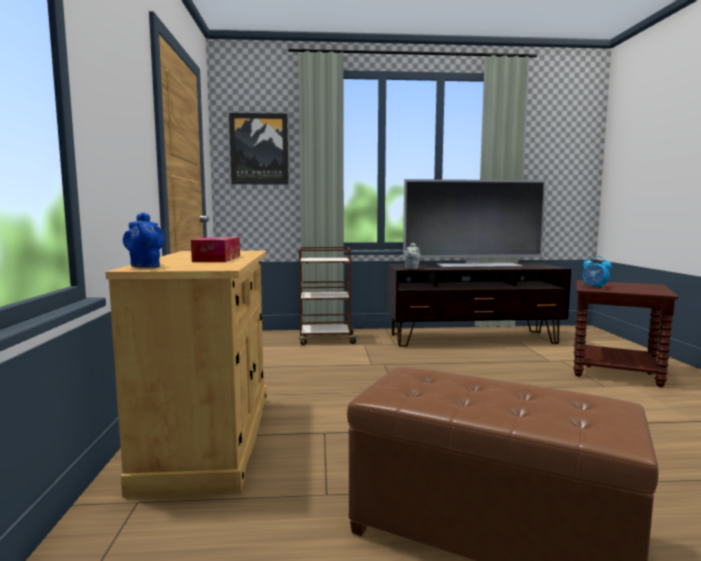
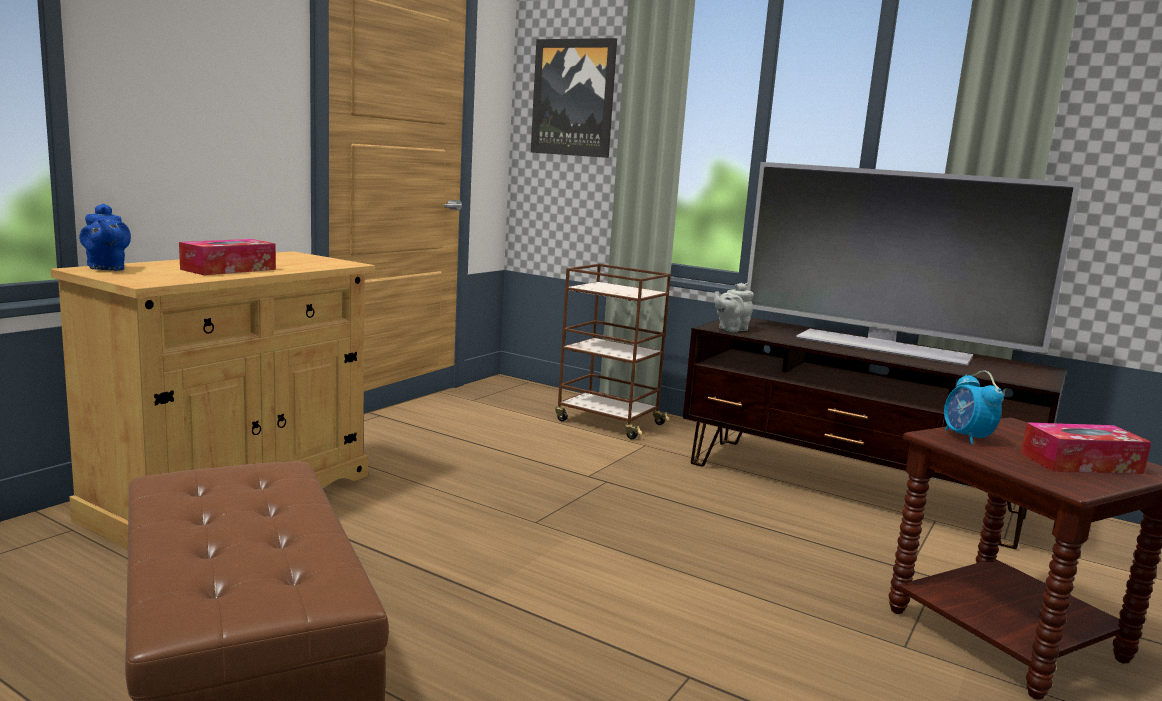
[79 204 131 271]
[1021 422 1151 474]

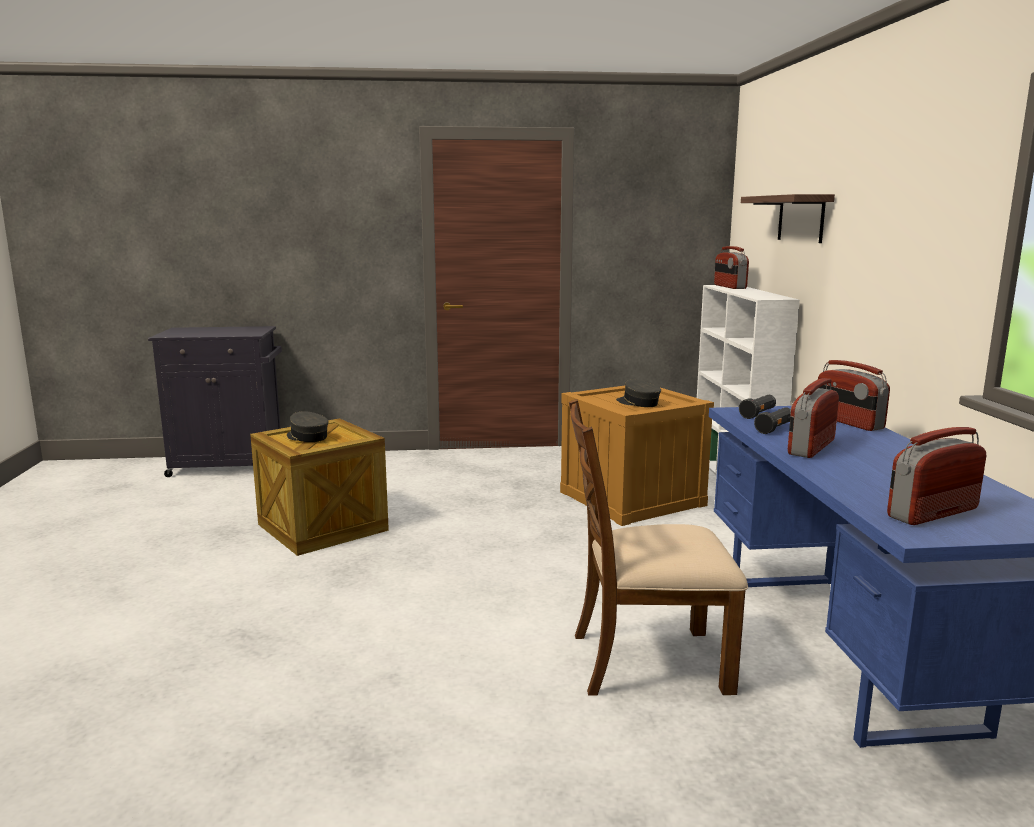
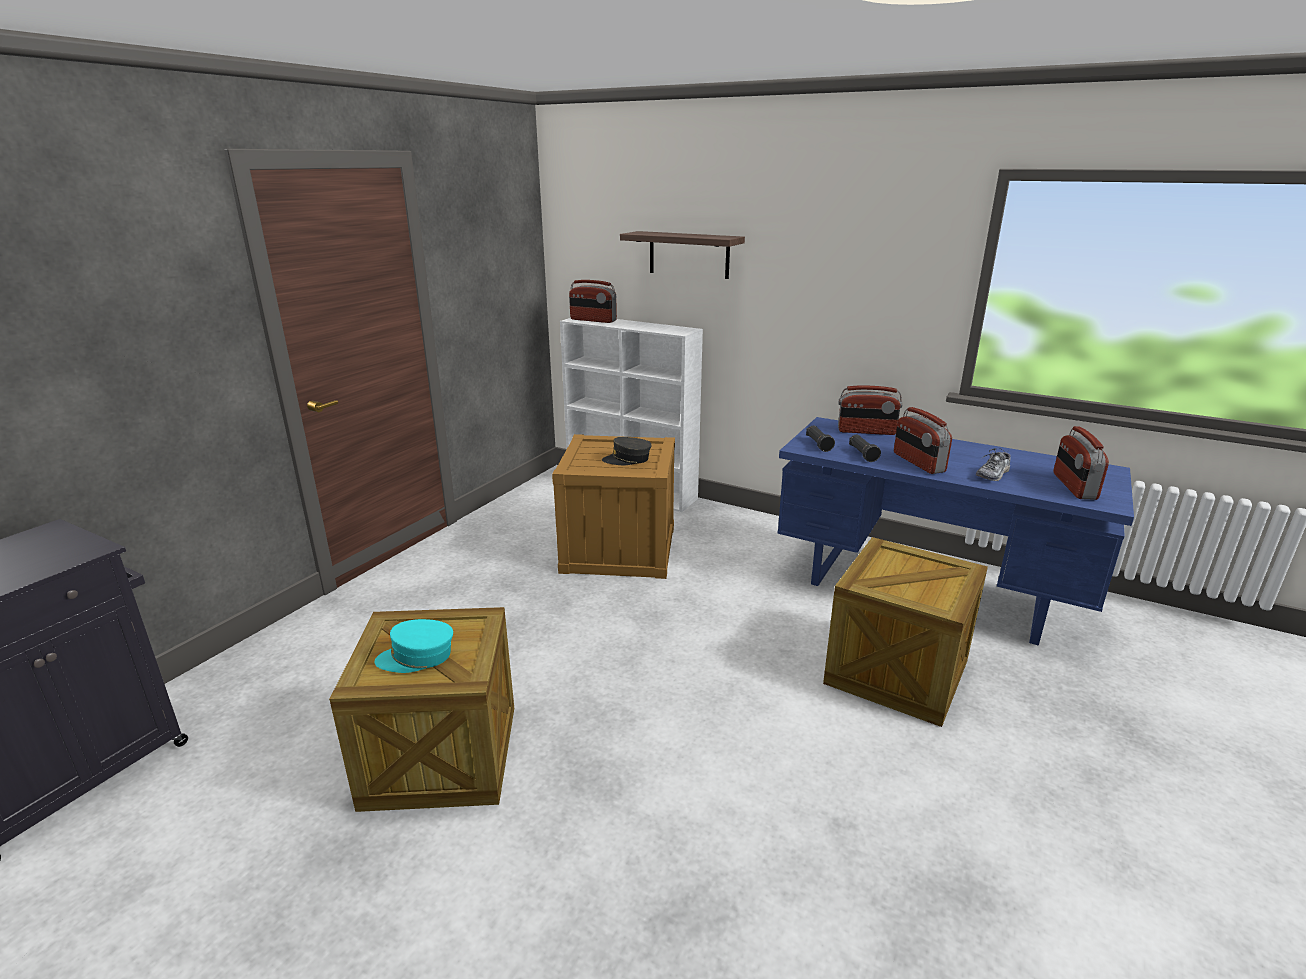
[823 537 988 727]
[375 619 453 673]
[976 448 1011 481]

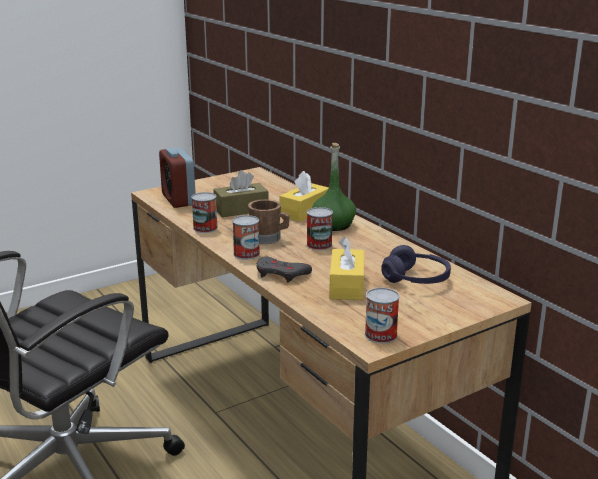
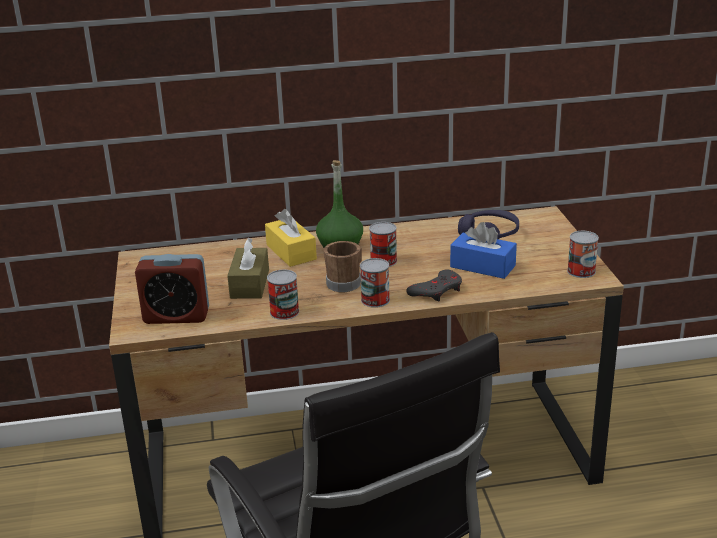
[450 222 517 279]

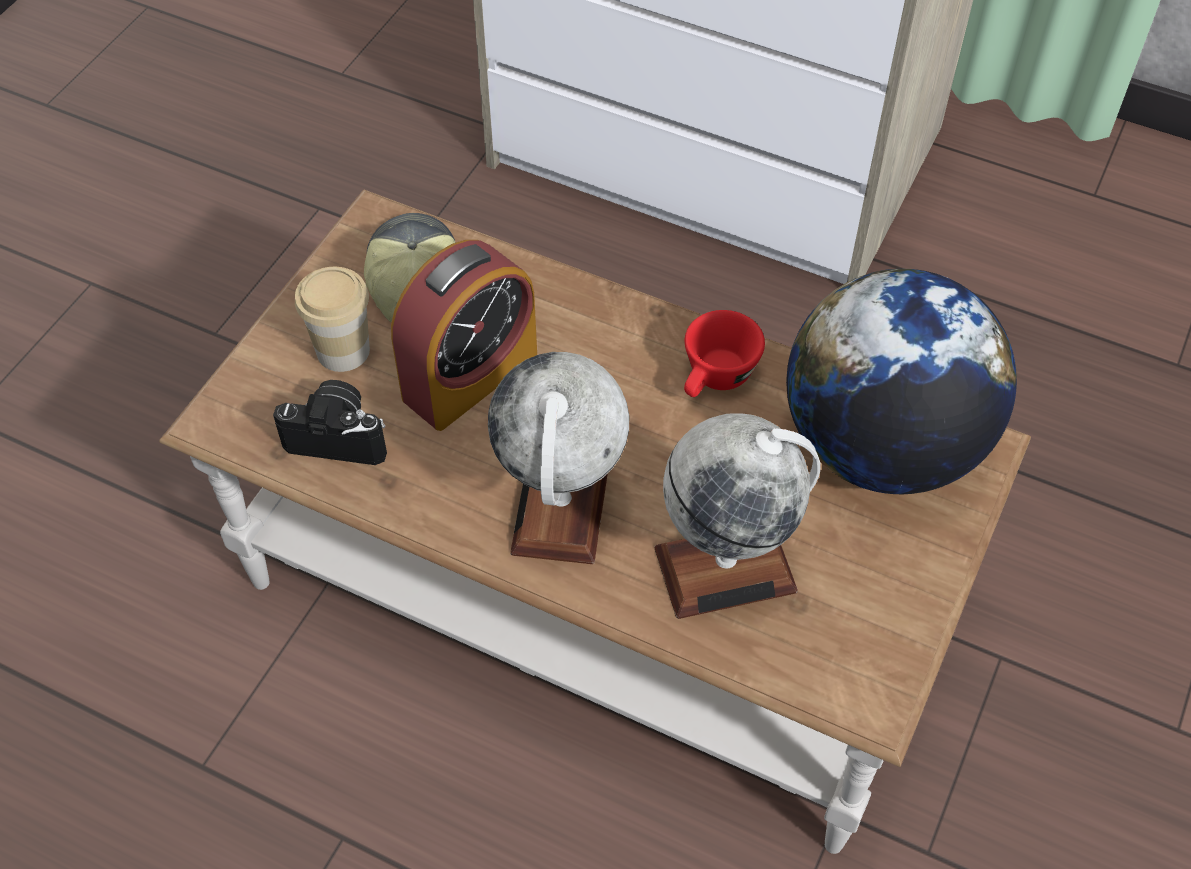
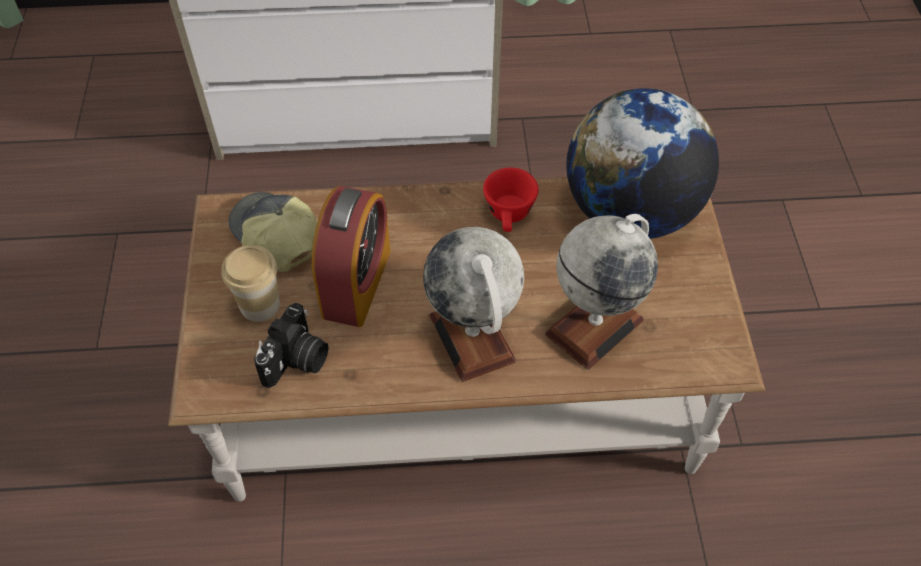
[254 303 329 388]

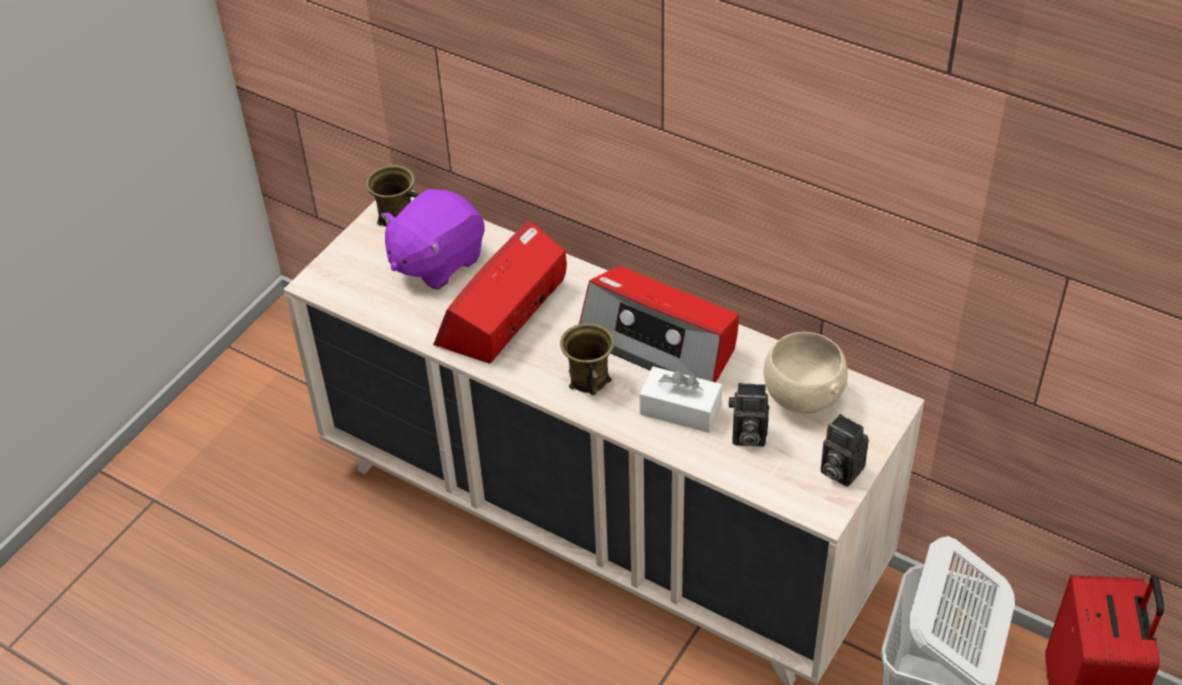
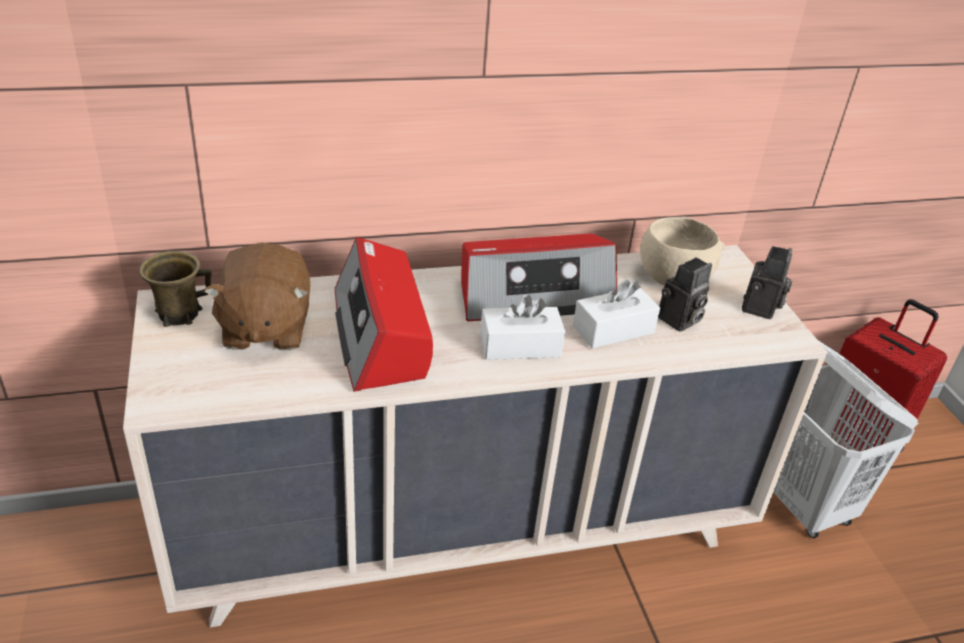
[204 243 310 350]
[480 294 565 360]
[742 246 792 319]

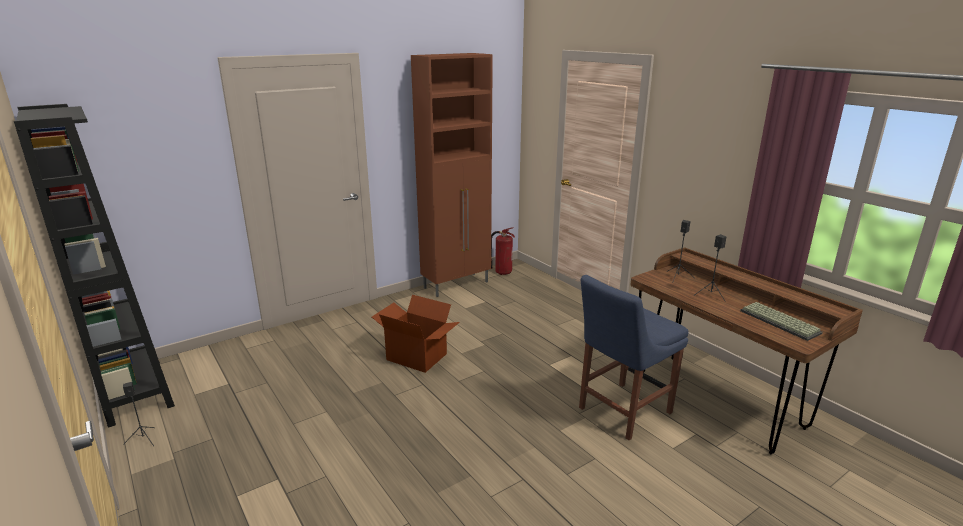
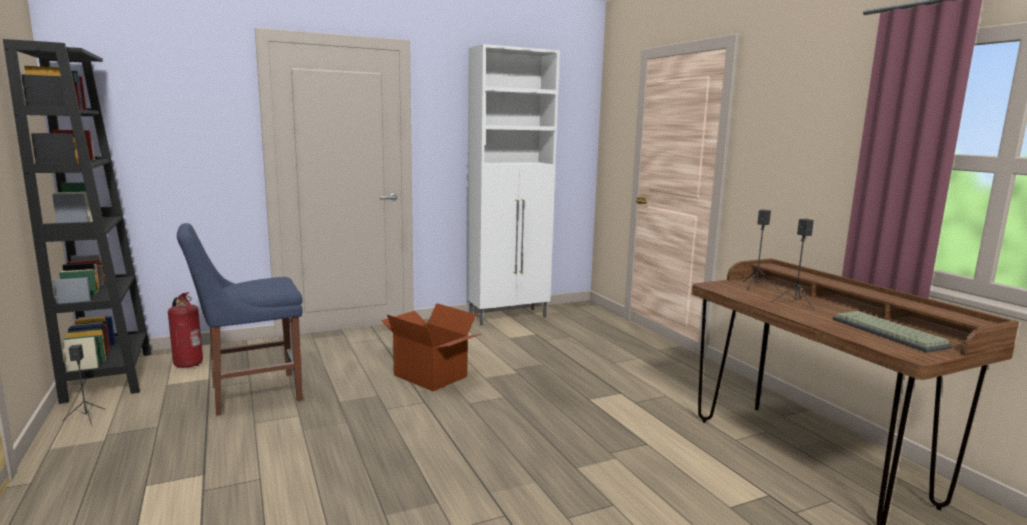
[467 44 560 326]
[168 292 203 368]
[177 223 302 416]

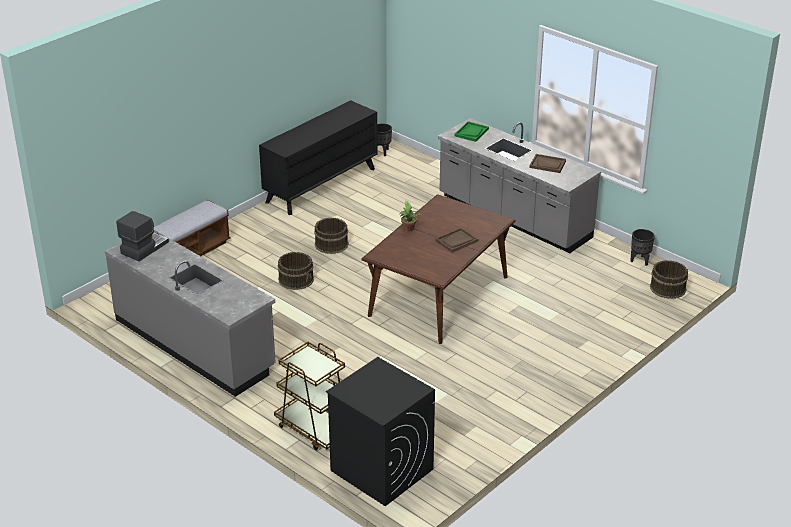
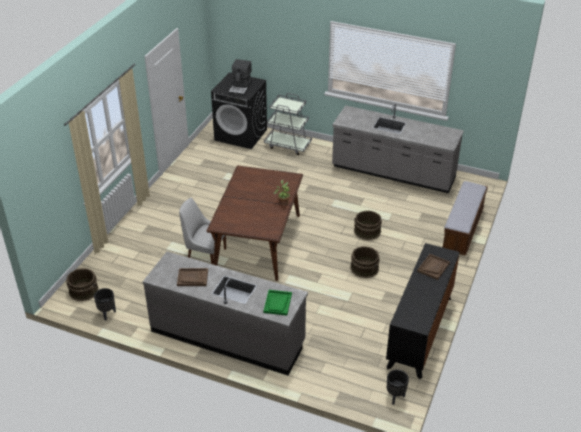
[229 59 252 96]
[417 254 450 280]
[264 93 312 155]
[179 198 226 265]

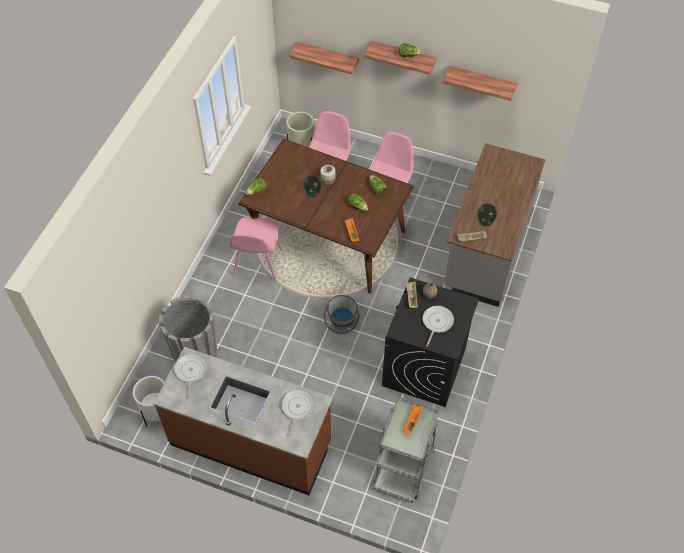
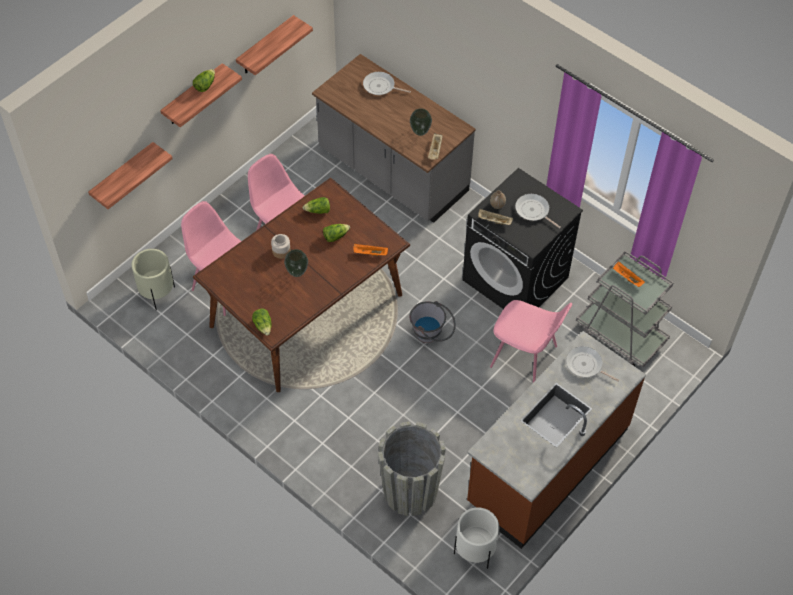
[490 300 572 383]
[363 72 411 95]

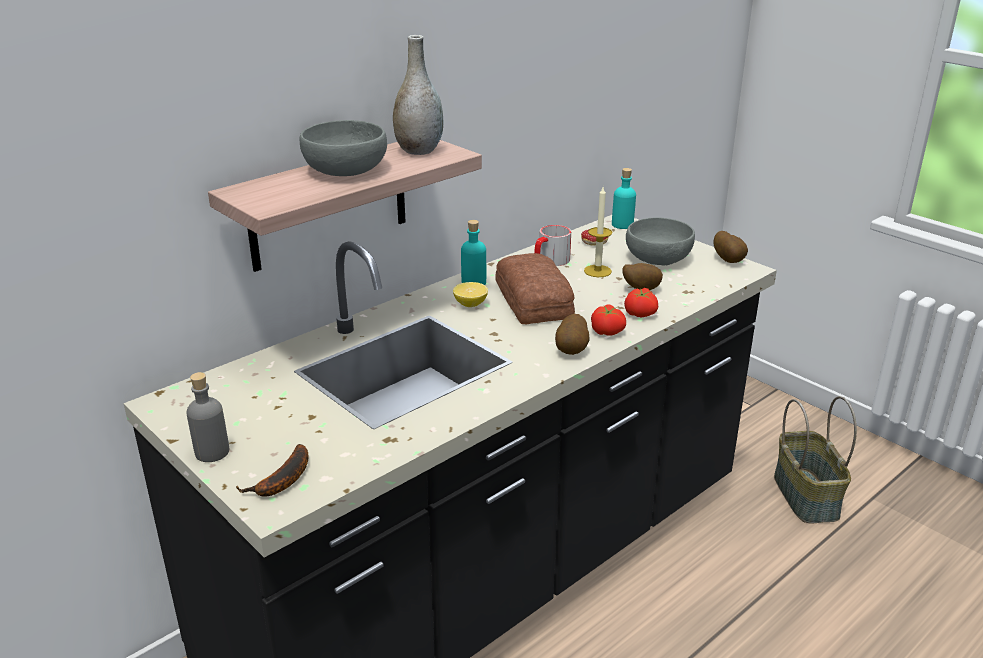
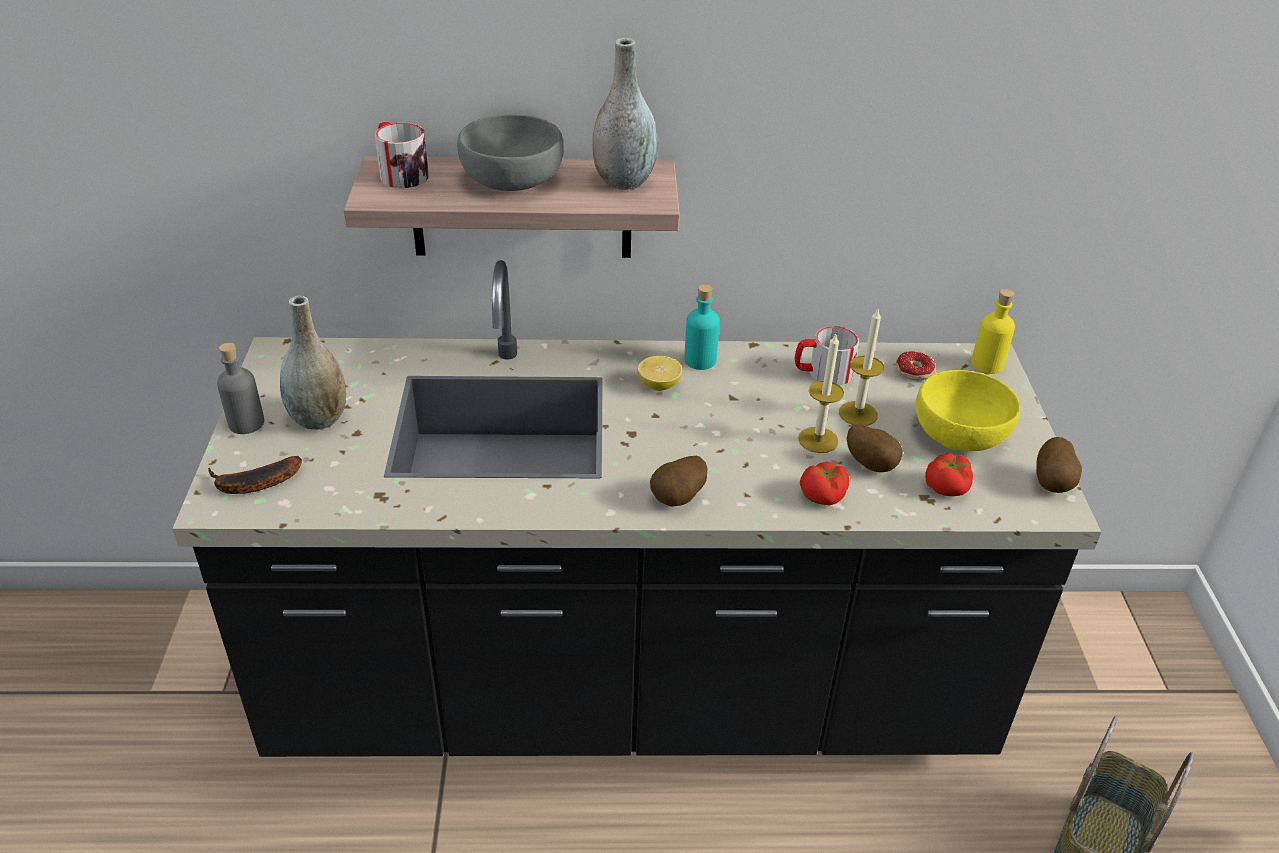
[971 289 1015 374]
[915 370 1020 451]
[495 253 575 324] (first image)
[925 453 973 496]
[375 122 429 188]
[280 296 346 430]
[798 333 844 453]

